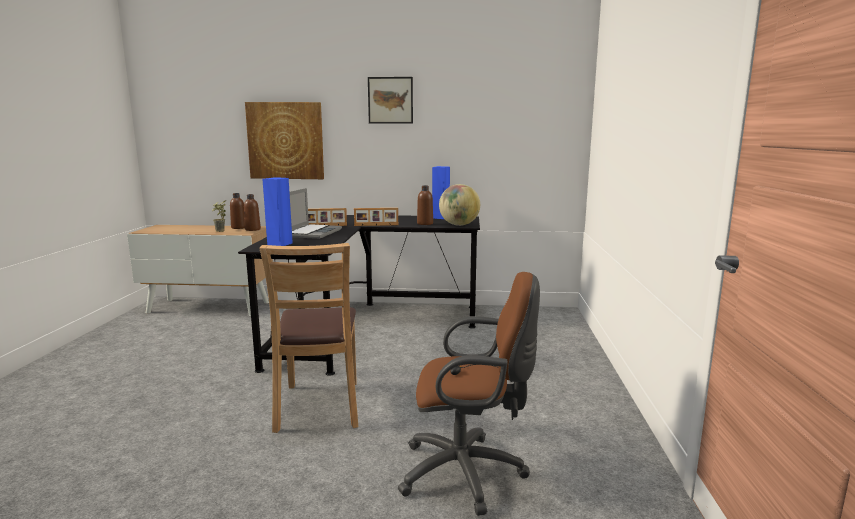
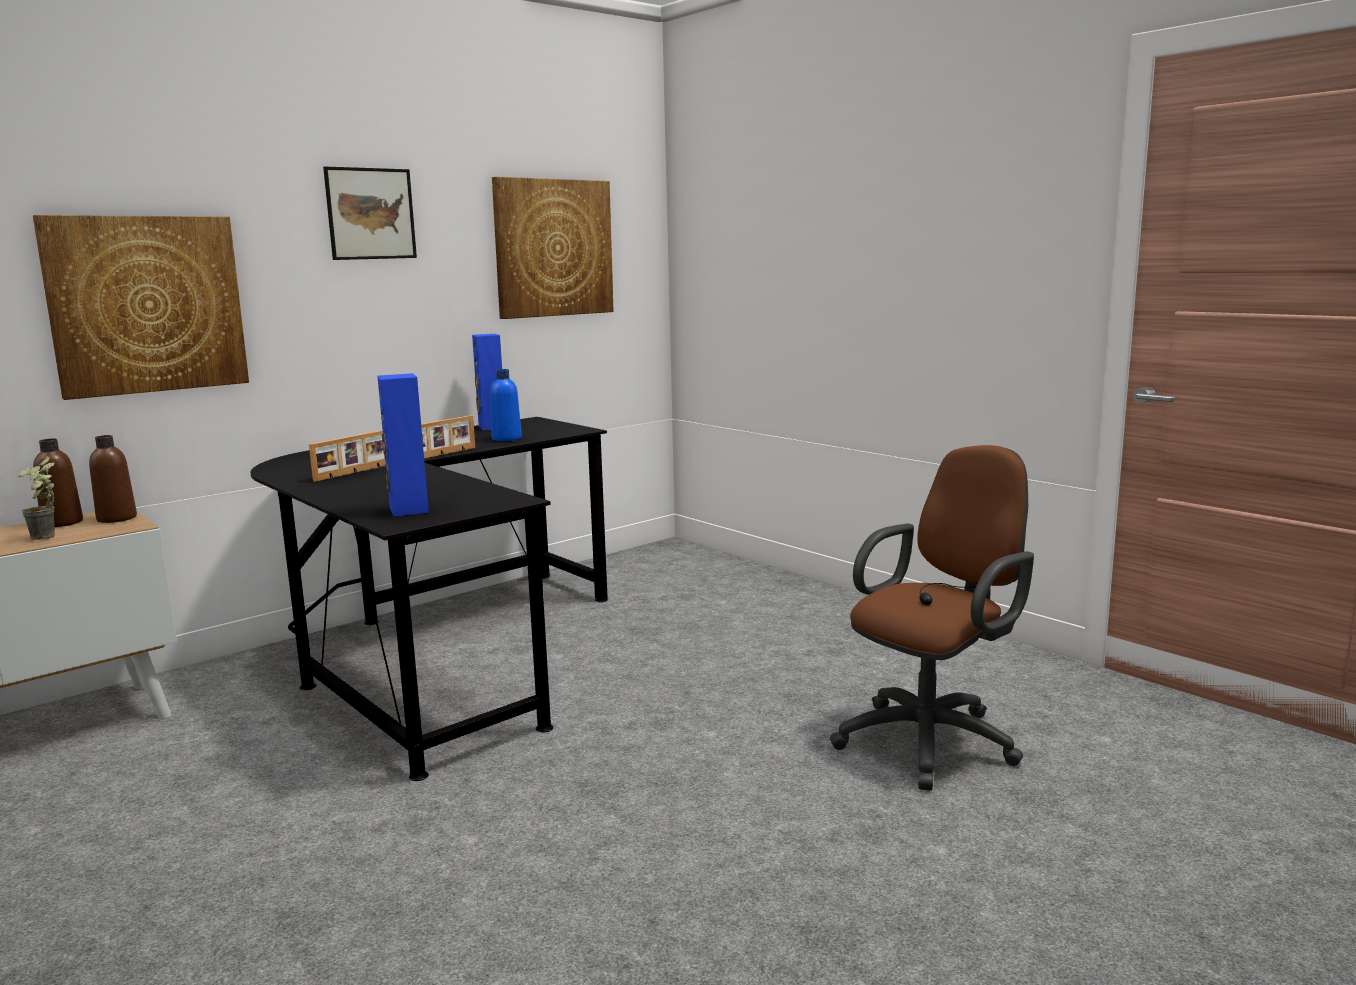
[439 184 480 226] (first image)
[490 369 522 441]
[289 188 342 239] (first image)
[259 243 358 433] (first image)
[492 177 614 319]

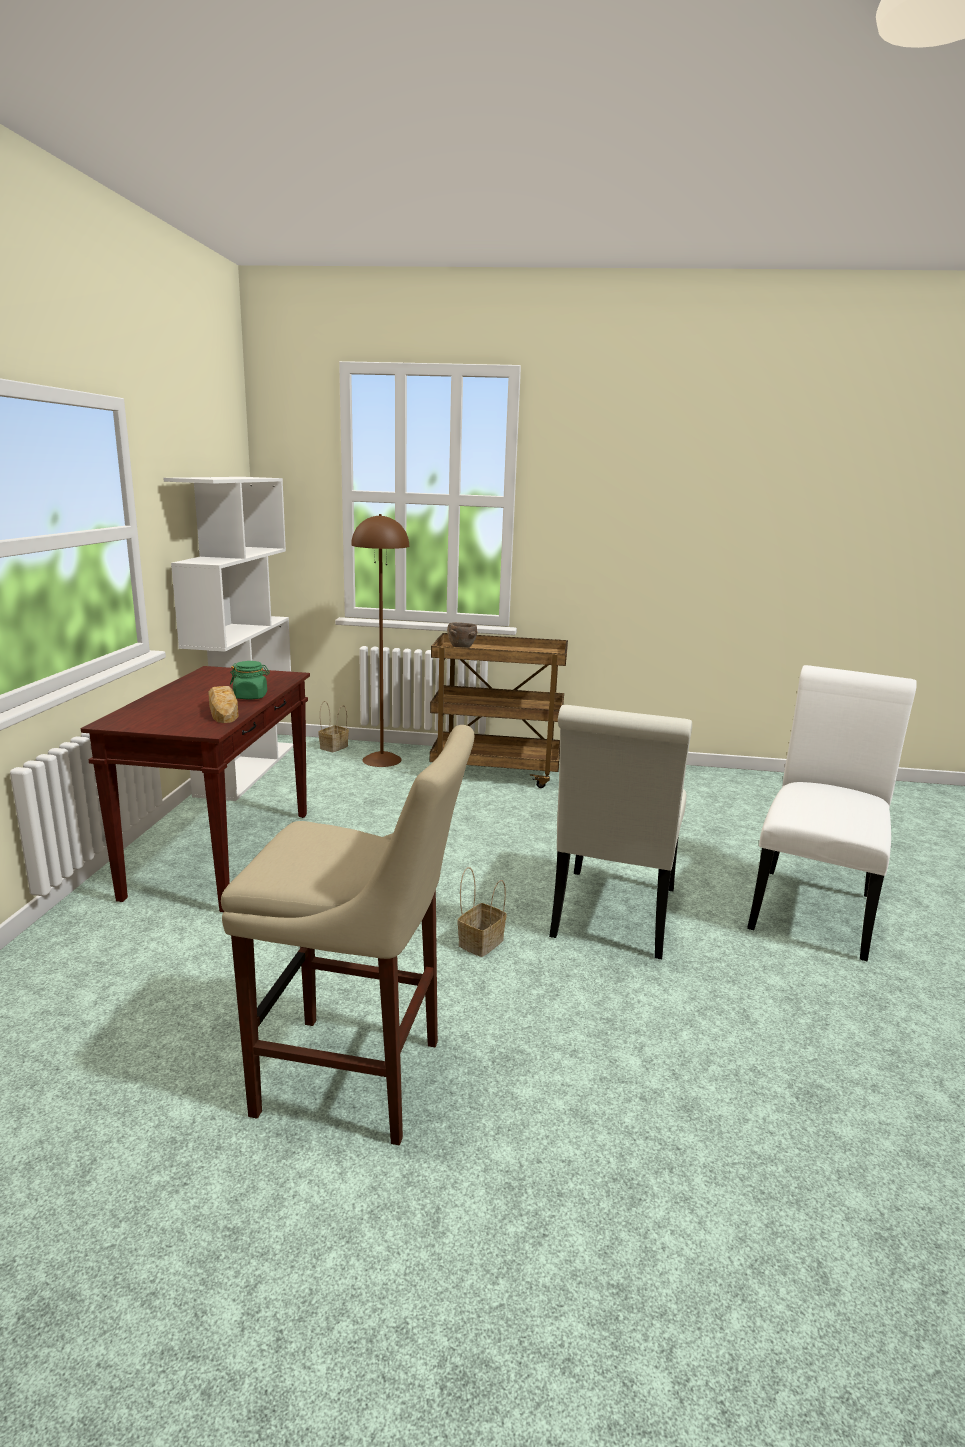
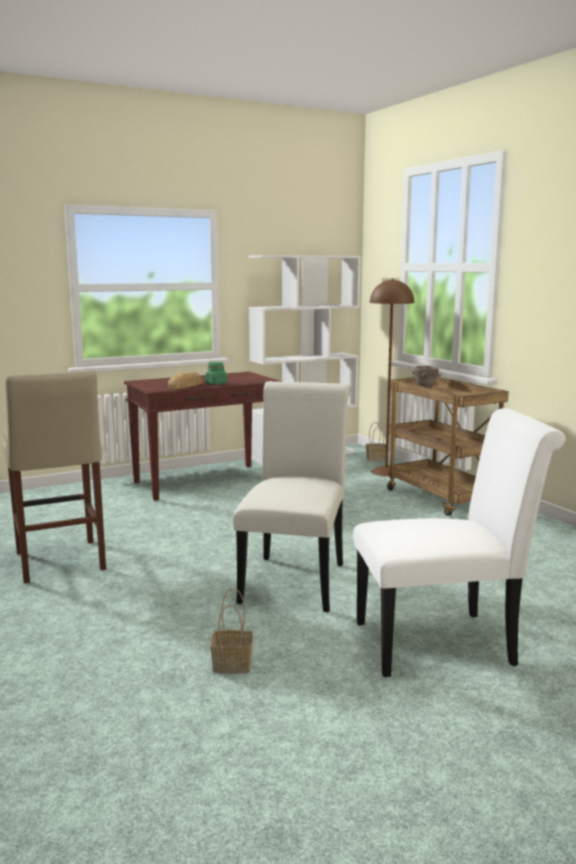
[233 381 350 612]
[211 588 253 673]

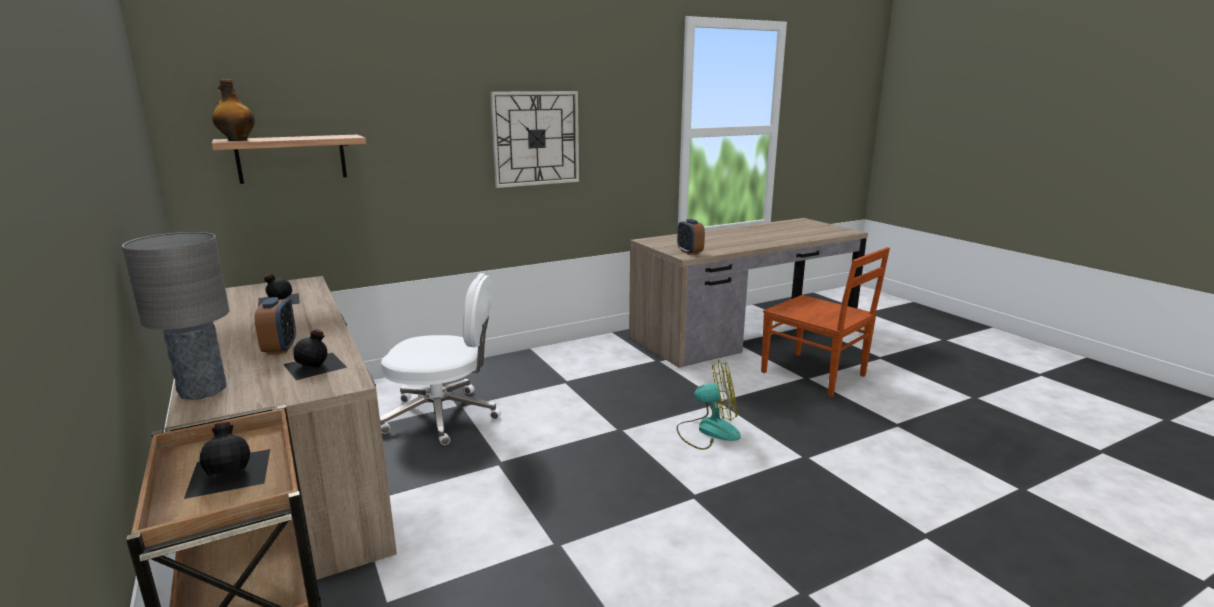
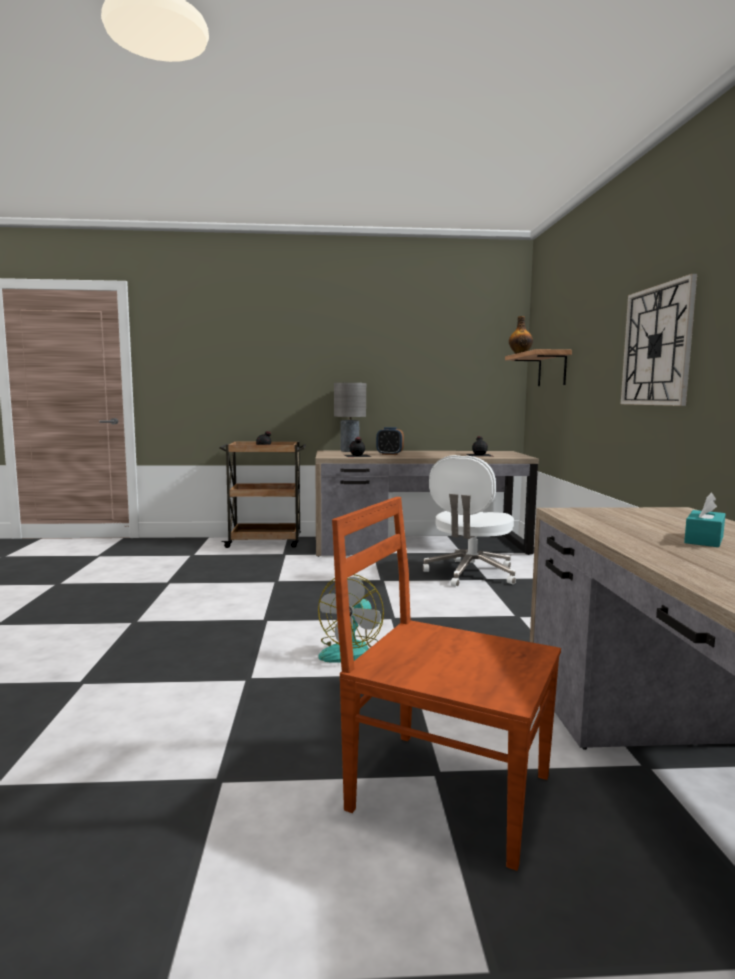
[677 219 705 255] (first image)
[332 497 561 871]
[684 492 726 547]

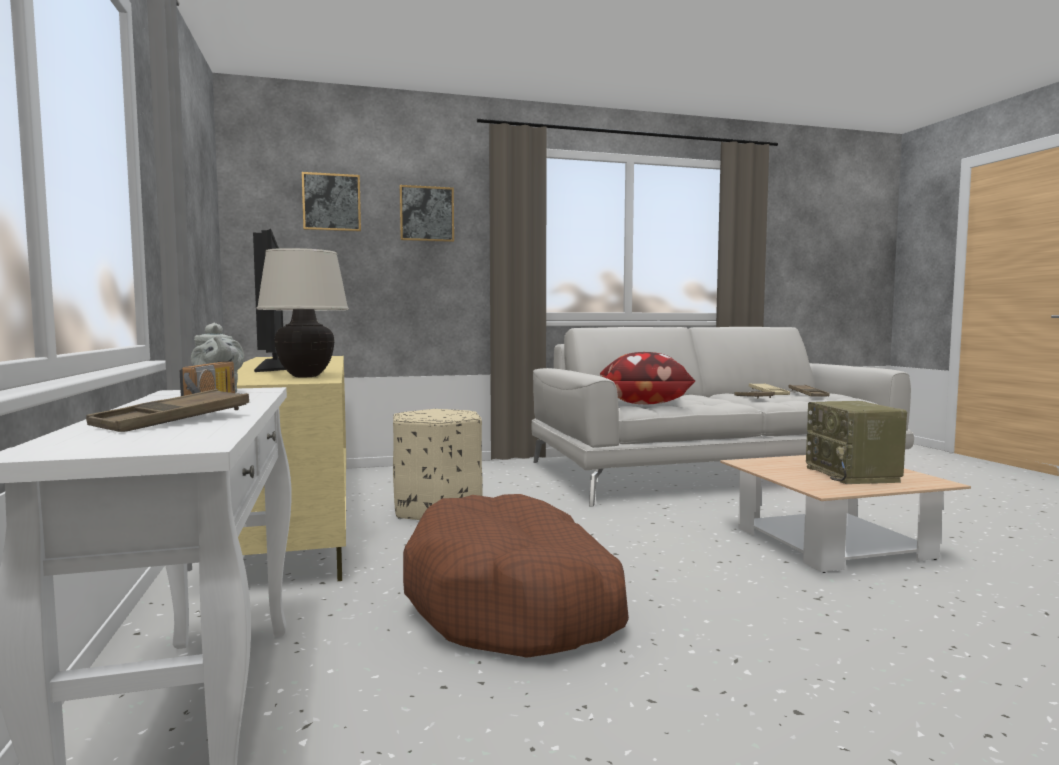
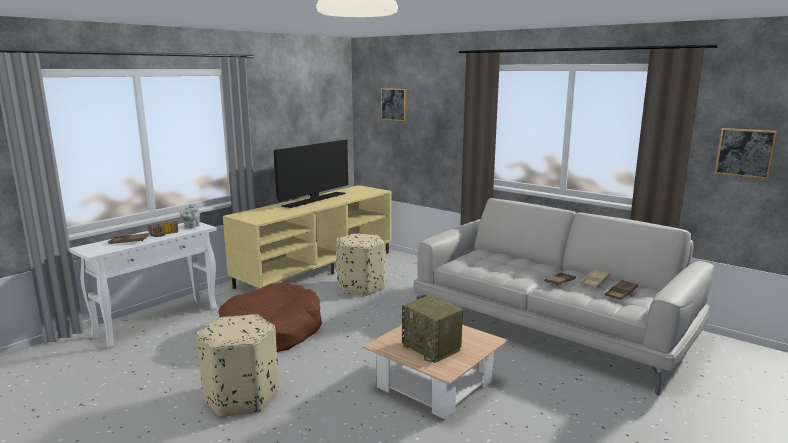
[715 128 777 179]
[256 248 349 377] (first image)
[600 352 695 404] (first image)
[402 295 463 363]
[196 314 279 417]

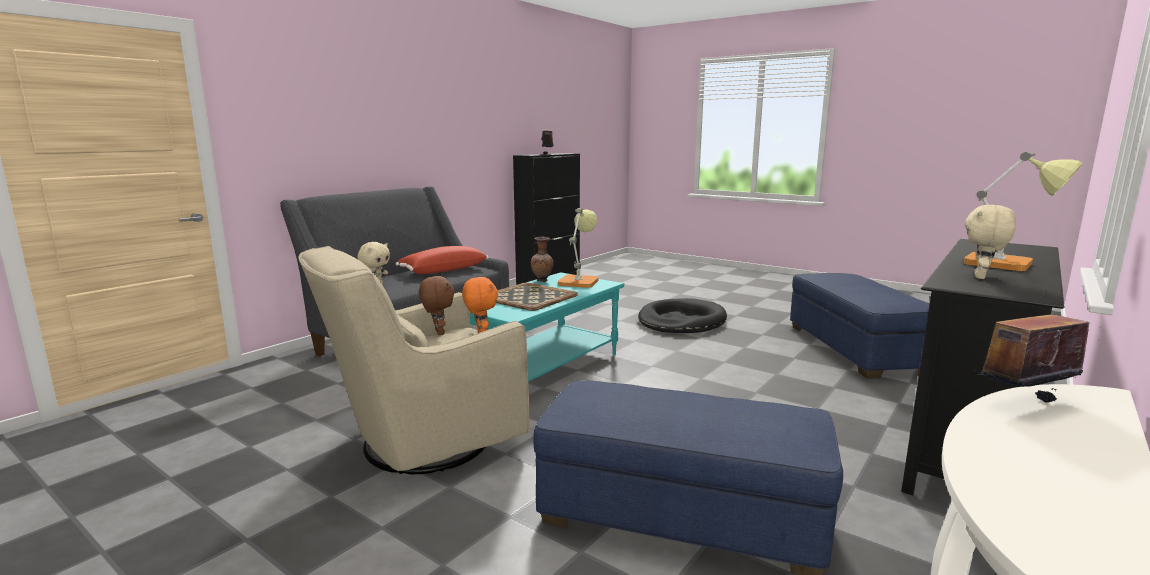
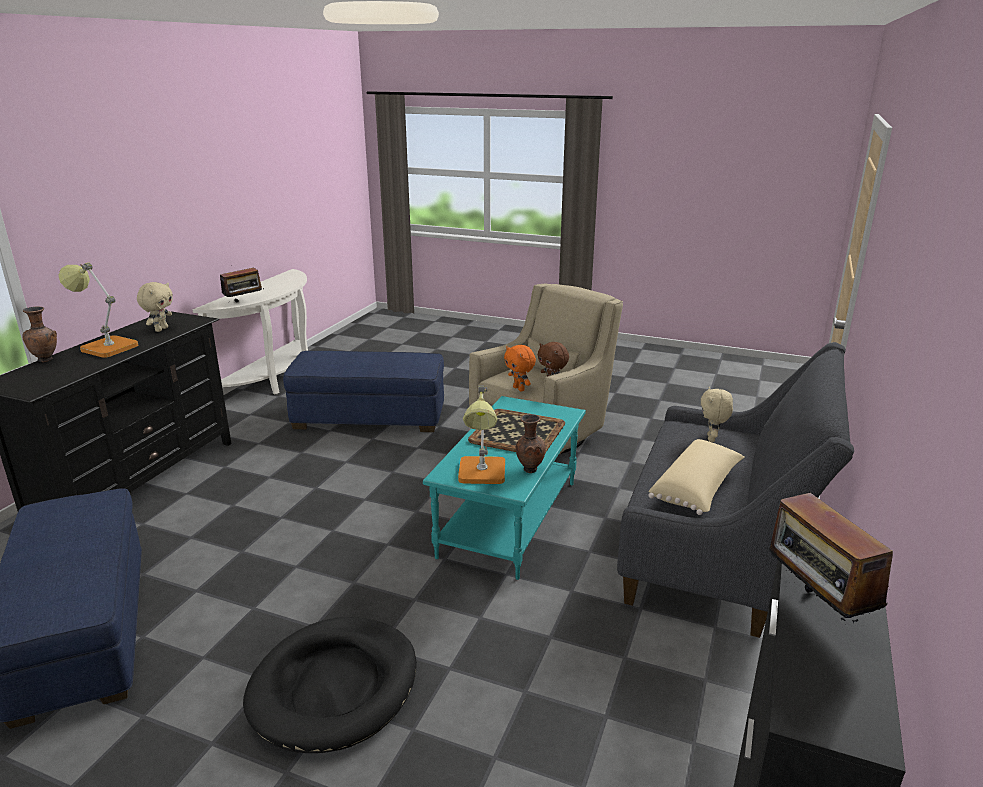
[648 439 745 515]
[22 307 57 363]

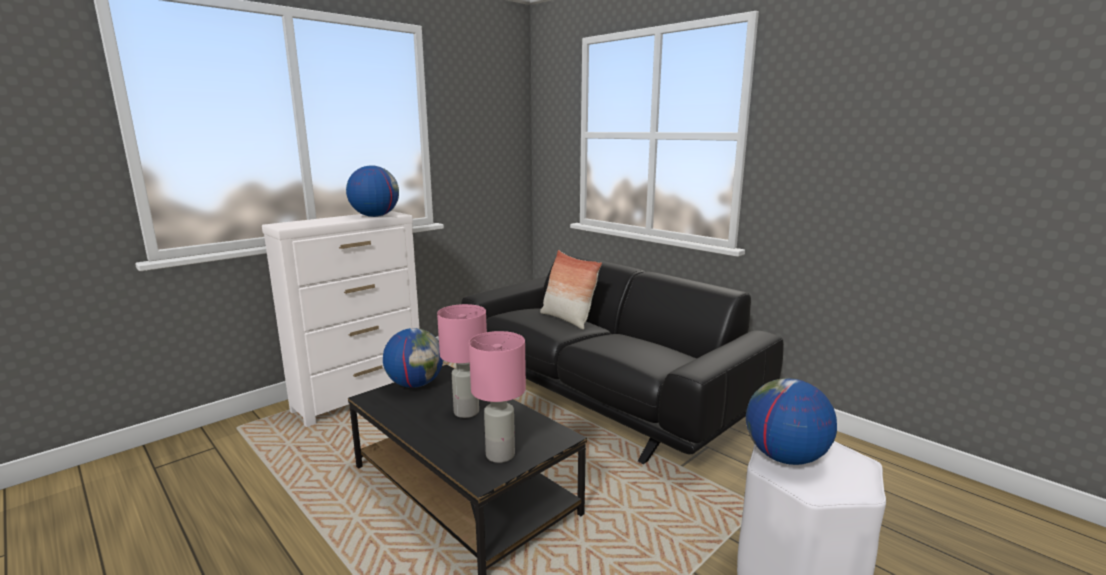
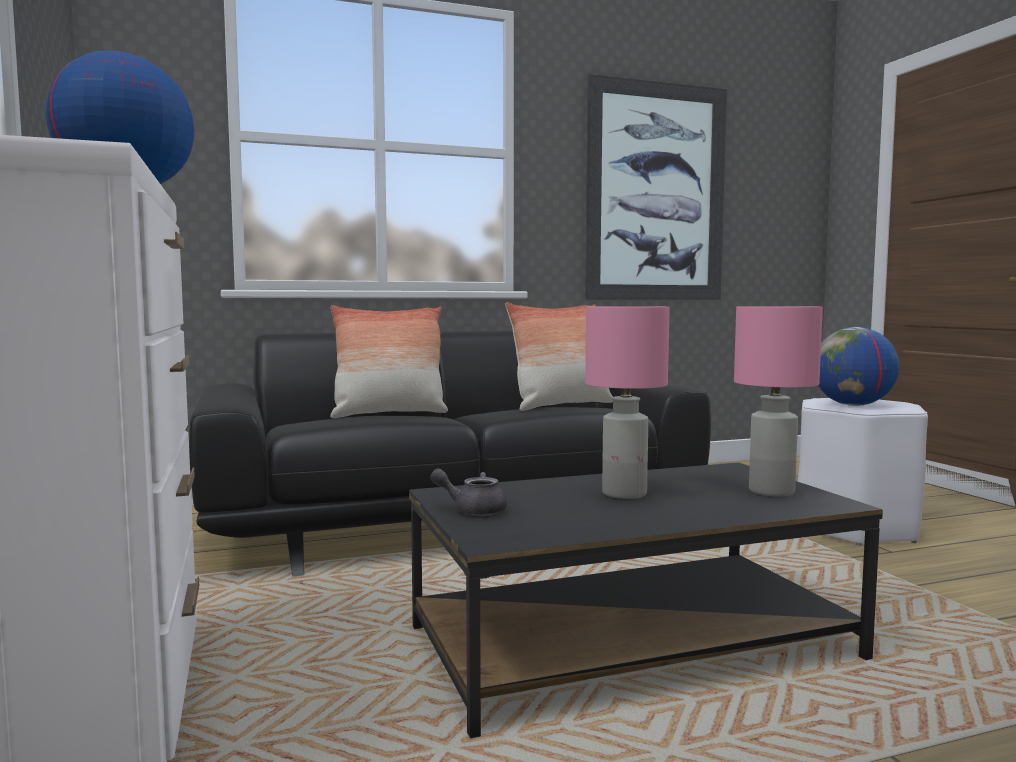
[430 468 507 516]
[585 74 727 300]
[505 303 613 411]

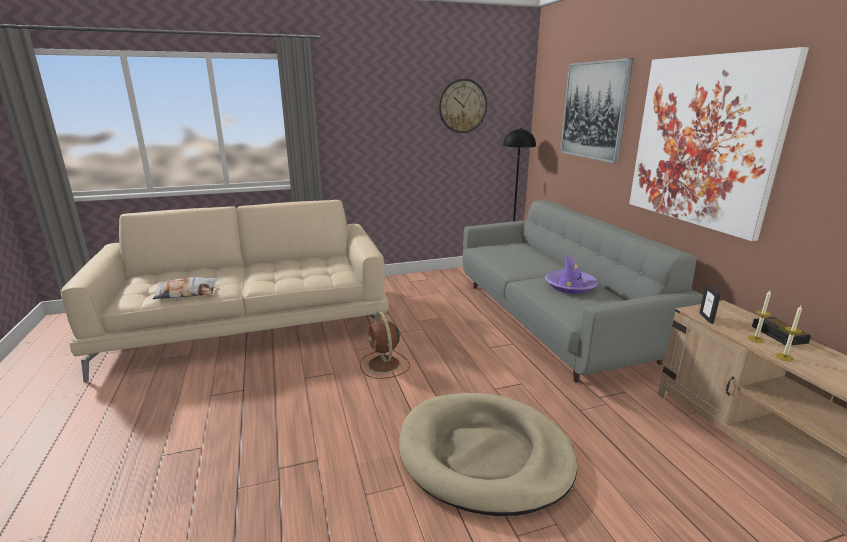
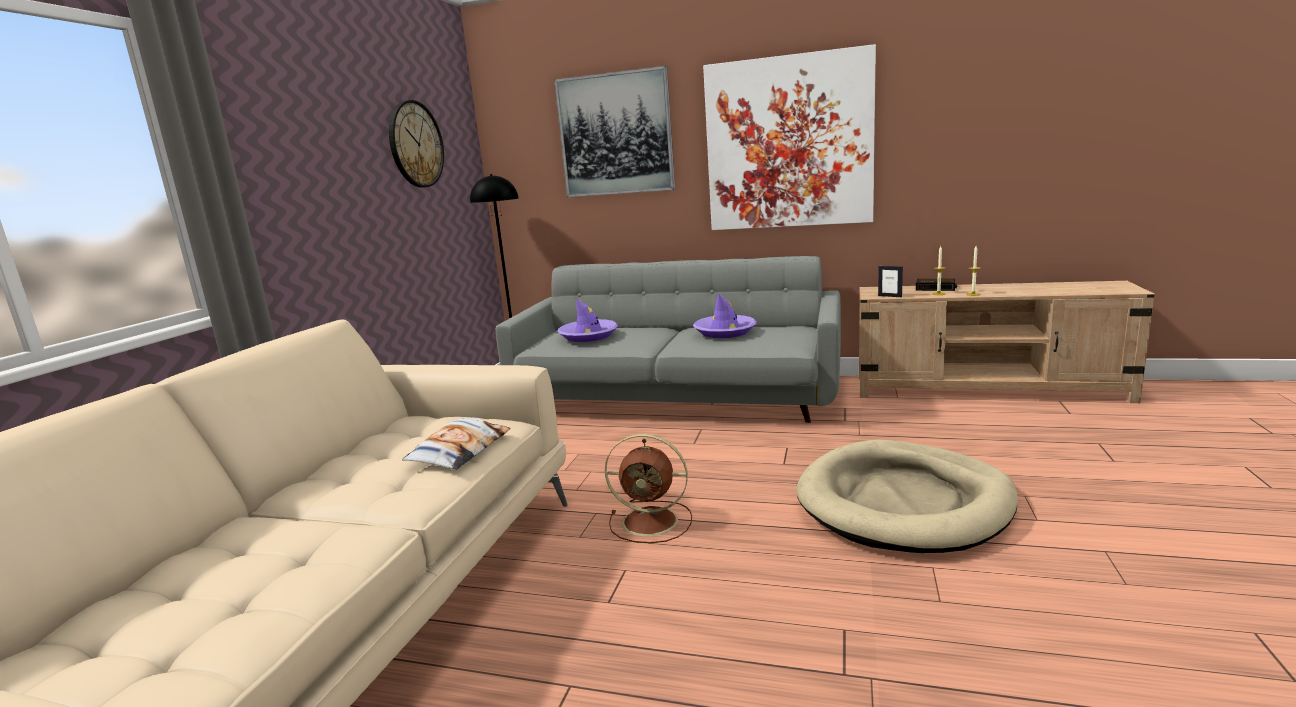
[402 418 510 470]
[557 299 618 342]

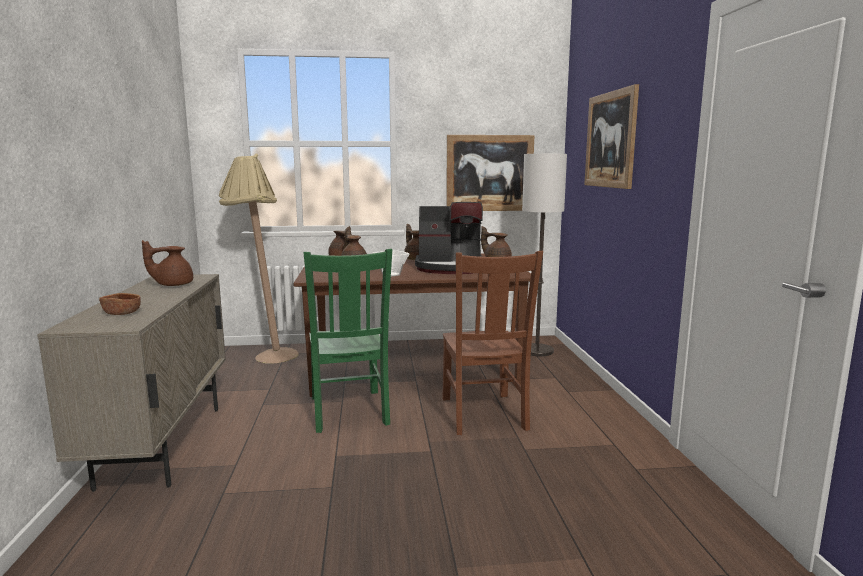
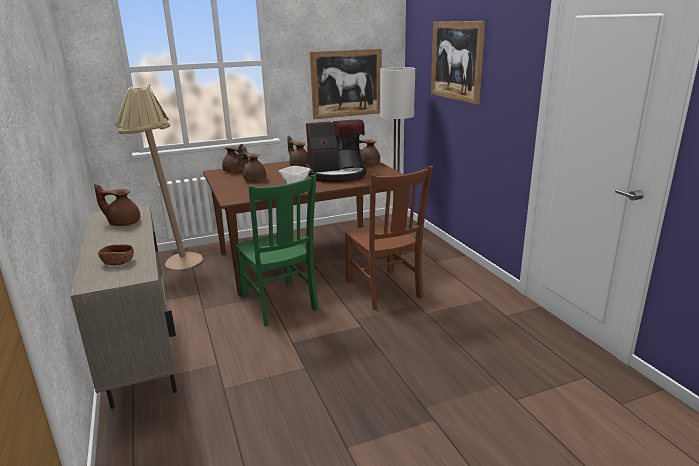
[94 184 140 226]

